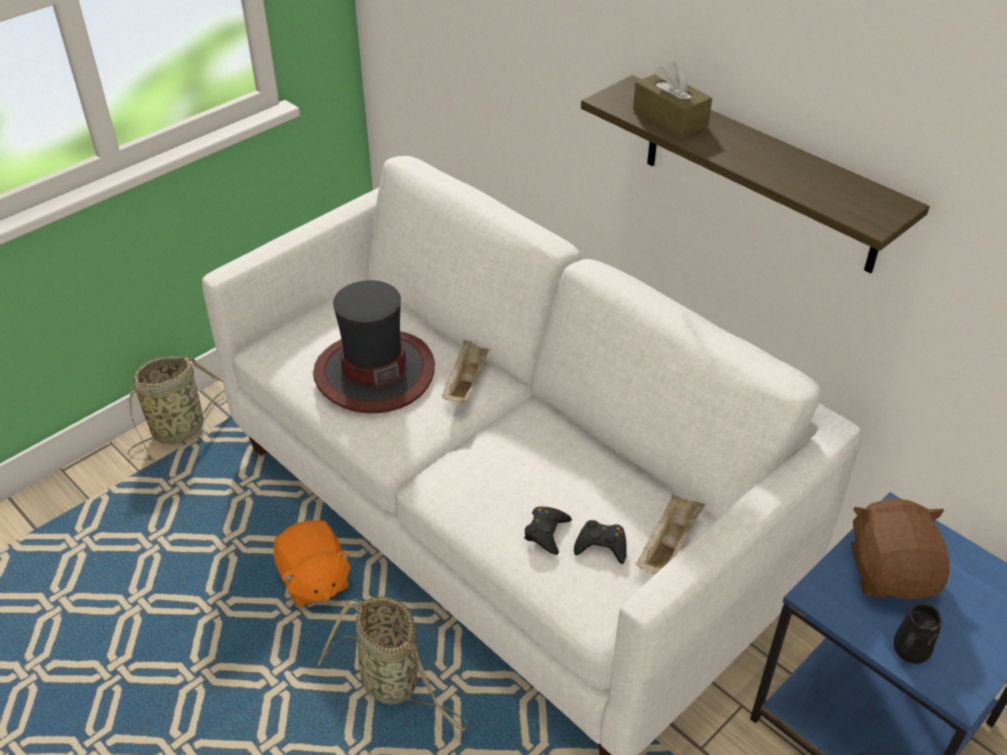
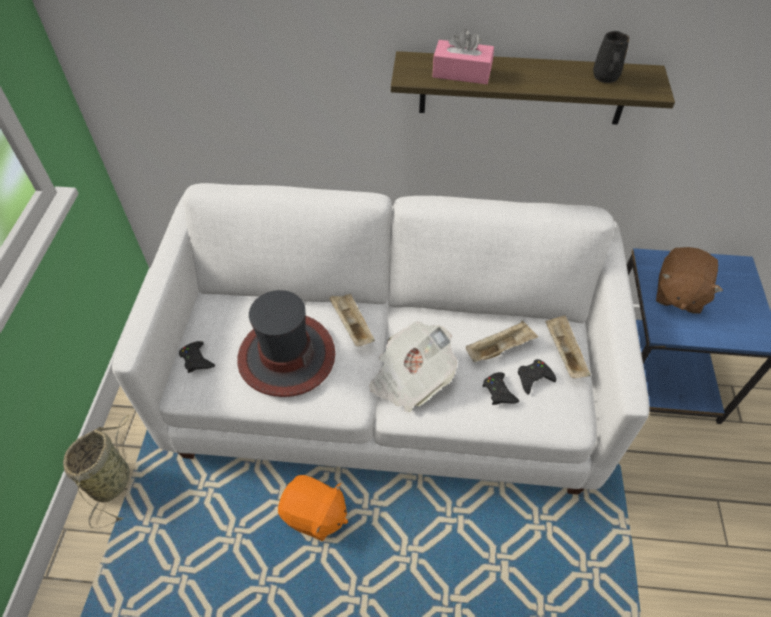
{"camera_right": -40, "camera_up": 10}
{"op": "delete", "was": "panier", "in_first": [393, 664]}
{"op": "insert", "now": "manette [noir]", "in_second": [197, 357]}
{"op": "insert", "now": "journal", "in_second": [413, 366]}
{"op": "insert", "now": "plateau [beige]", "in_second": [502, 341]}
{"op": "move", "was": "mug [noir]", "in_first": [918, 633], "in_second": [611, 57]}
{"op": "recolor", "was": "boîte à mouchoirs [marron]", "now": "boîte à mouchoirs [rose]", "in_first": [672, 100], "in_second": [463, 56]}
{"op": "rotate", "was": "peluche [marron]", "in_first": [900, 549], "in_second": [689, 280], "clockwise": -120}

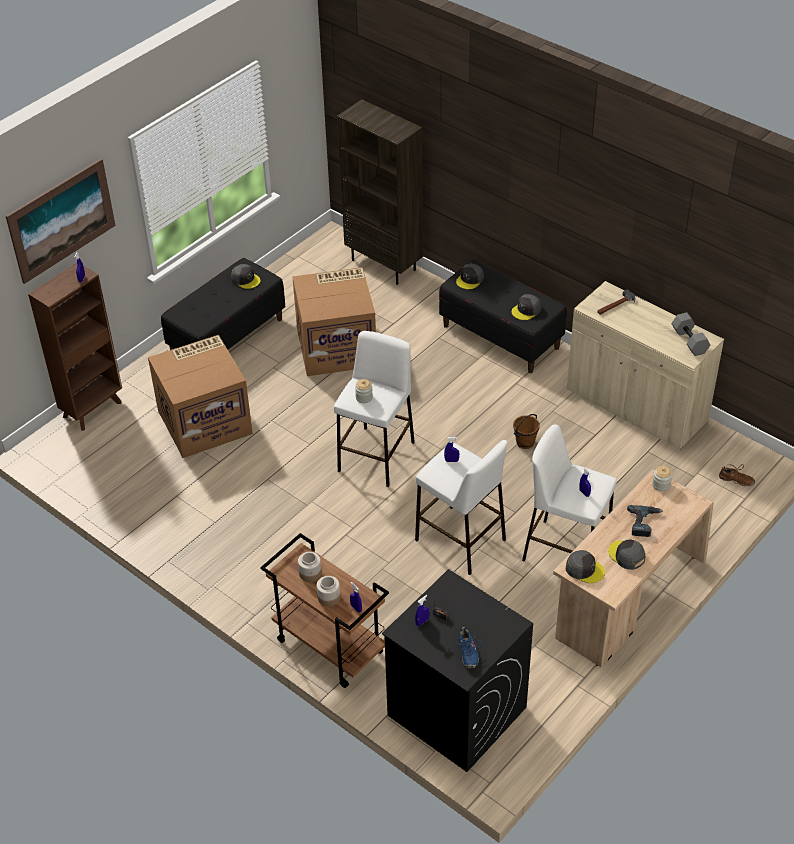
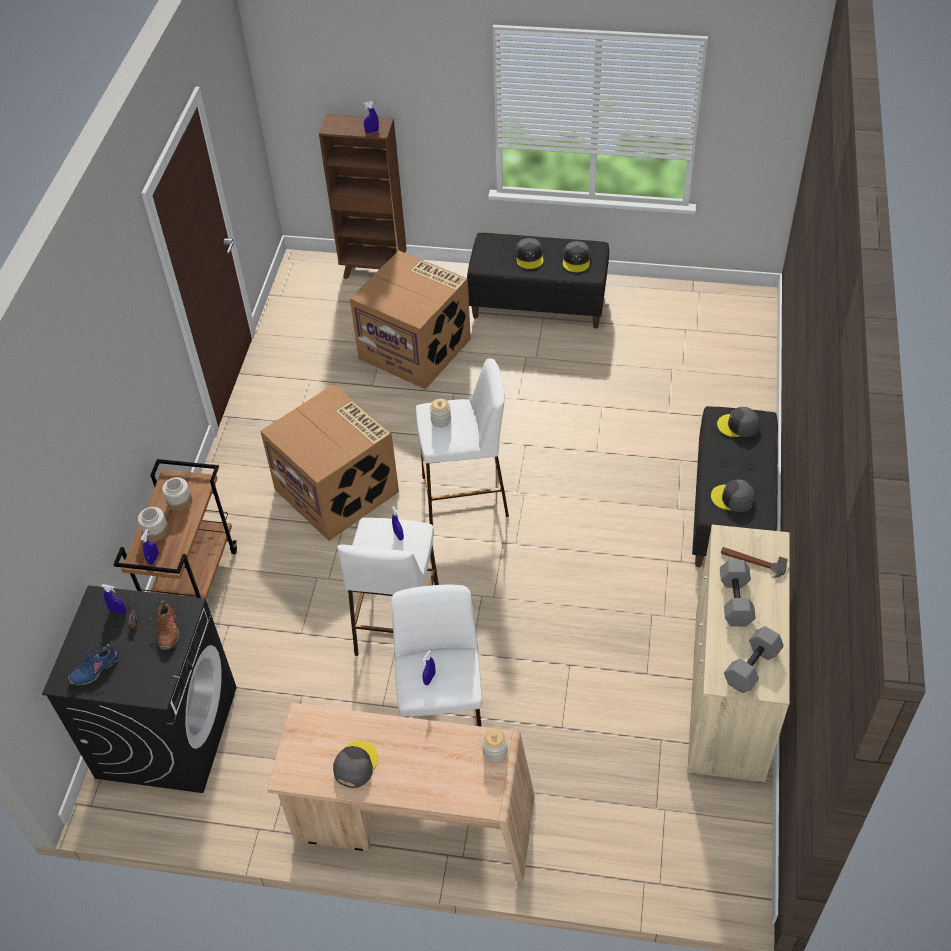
{"camera_right": 60, "camera_up": 5}
{"op": "delete", "was": "tableau", "in_first": [61, 221]}
{"op": "delete", "was": "bibliothèque [marron]", "in_first": [380, 192]}
{"op": "delete", "was": "seau [marron]", "in_first": [526, 431]}
{"op": "delete", "was": "perceuse", "in_first": [645, 521]}
{"op": "insert", "now": "haltère [gris]", "in_second": [738, 593]}
{"op": "move", "was": "carton", "in_first": [334, 321], "in_second": [329, 462]}
{"op": "move", "was": "casquette [gris]", "in_first": [585, 566], "in_second": [529, 253]}
{"op": "move", "was": "chaussure [marron]", "in_first": [737, 475], "in_second": [163, 625]}

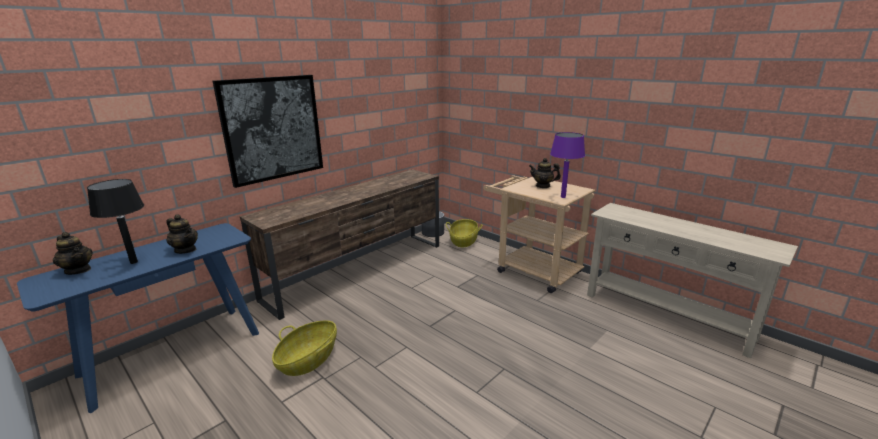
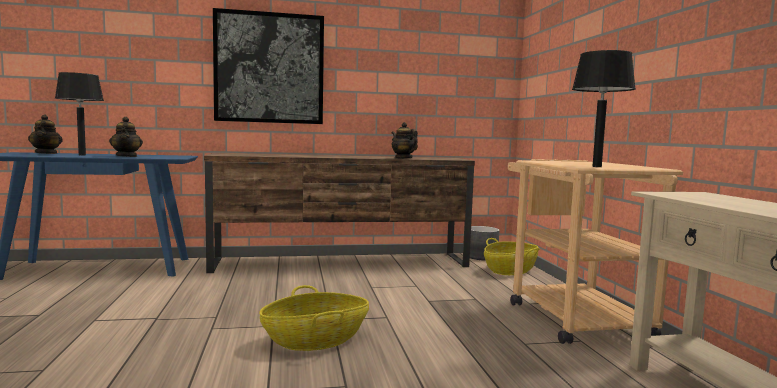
{"camera_right": 35, "camera_up": -15}
{"op": "move", "was": "panier", "in_first": [304, 348], "in_second": [314, 318]}
{"op": "move", "was": "théière", "in_first": [545, 173], "in_second": [405, 140]}
{"op": "recolor", "was": "lampe de table [violet]", "now": "lampe de table [noir]", "in_first": [567, 165], "in_second": [604, 108]}

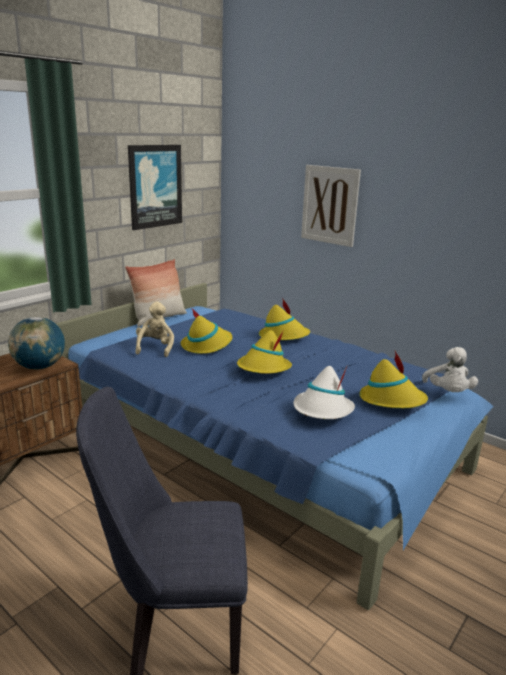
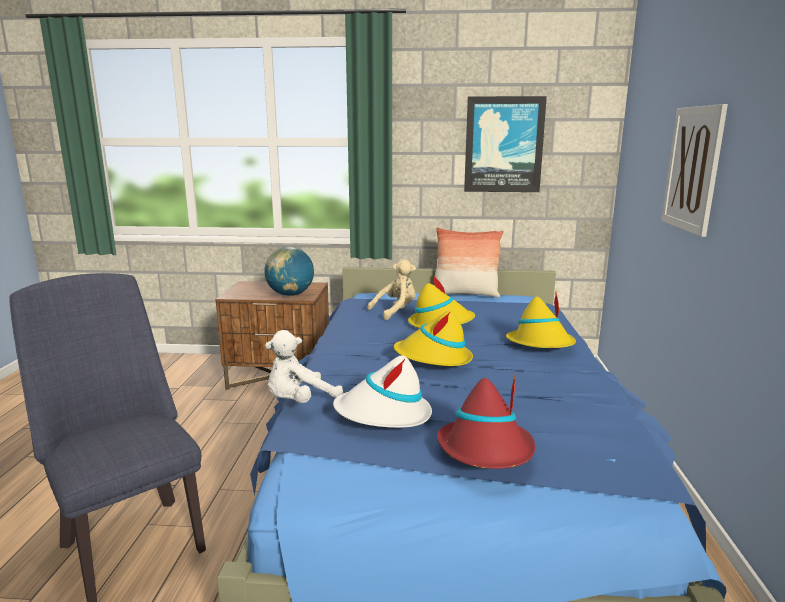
{"camera_right": 55, "camera_up": -5}
{"op": "move", "was": "peluche [blanc]", "in_first": [450, 369], "in_second": [304, 366]}
{"op": "recolor", "was": "chapeau [jaune]", "now": "chapeau [rouge]", "in_first": [394, 379], "in_second": [486, 420]}

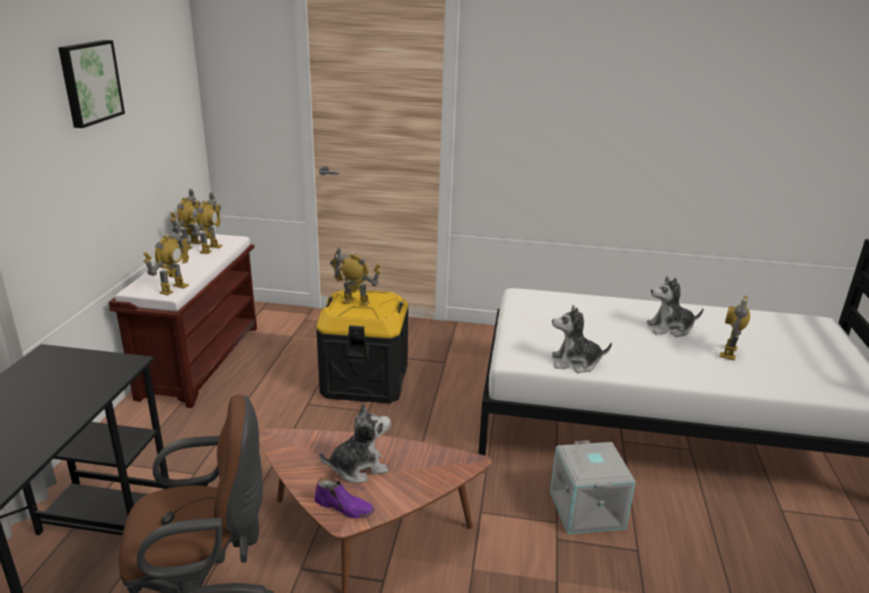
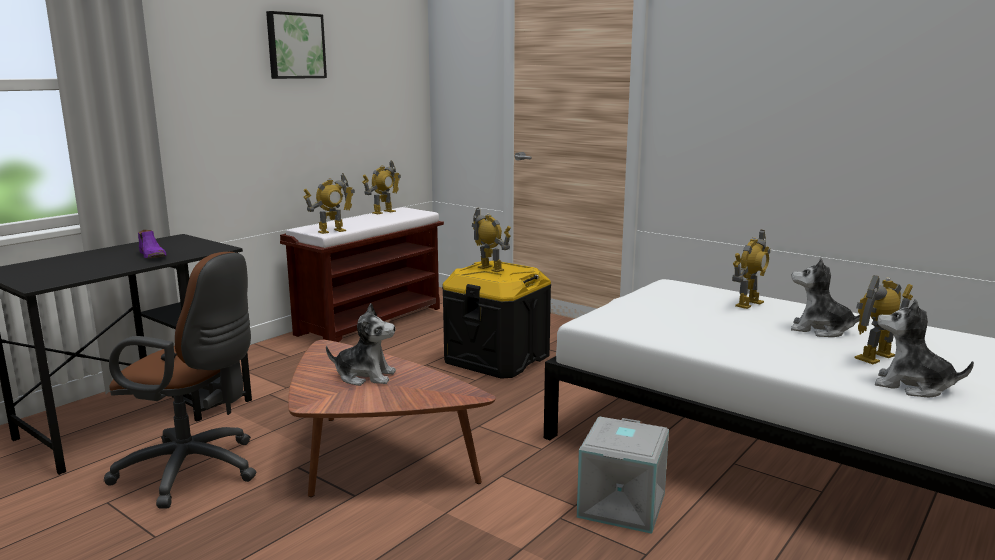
{"camera_right": 30, "camera_up": -10}
{"op": "move", "was": "robot jouet", "in_first": [205, 223], "in_second": [751, 269]}
{"op": "move", "was": "chaussure [violet]", "in_first": [344, 497], "in_second": [152, 244]}
{"op": "move", "was": "peluche", "in_first": [582, 339], "in_second": [924, 348]}

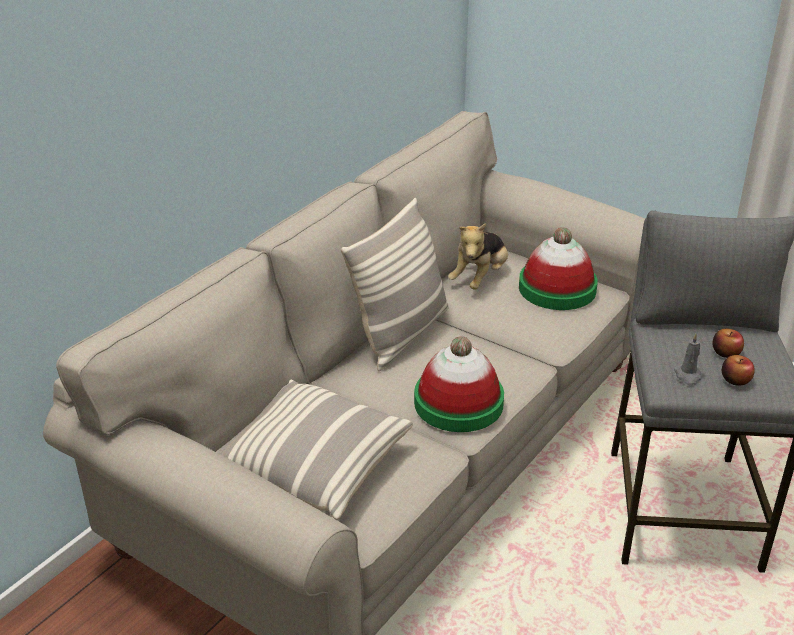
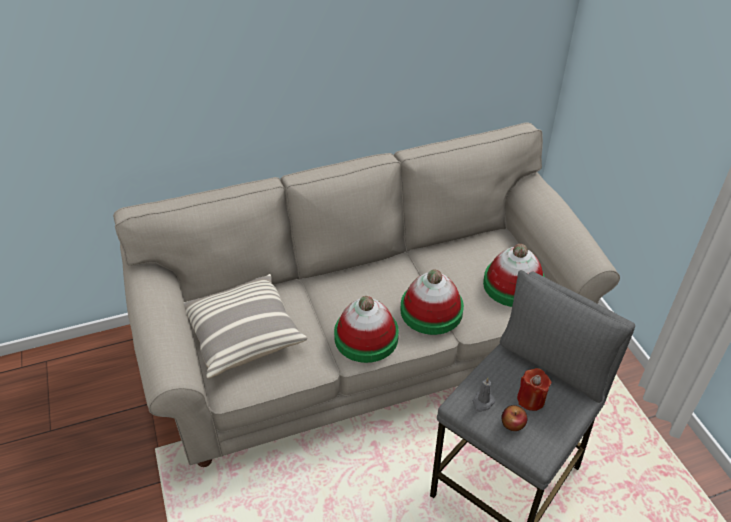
{"camera_right": 35, "camera_up": 10}
{"op": "delete", "was": "coussin", "in_first": [395, 284]}
{"op": "delete", "was": "peluche", "in_first": [478, 256]}
{"op": "insert", "now": "chapeau", "in_second": [432, 302]}
{"op": "replace", "was": "pomme", "now": "bougie [rouge]", "in_first": [728, 343], "in_second": [534, 389]}

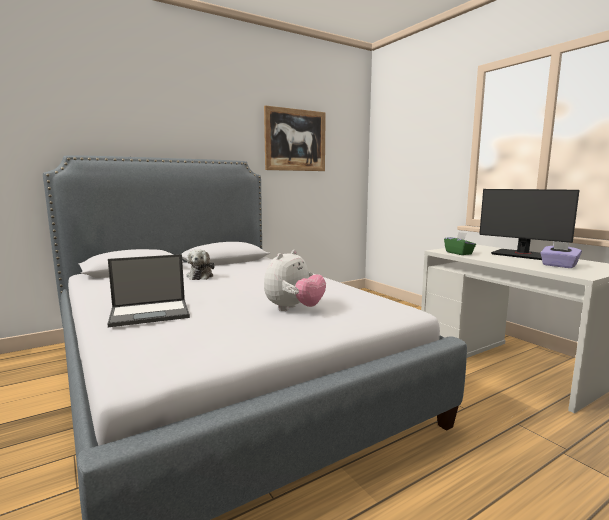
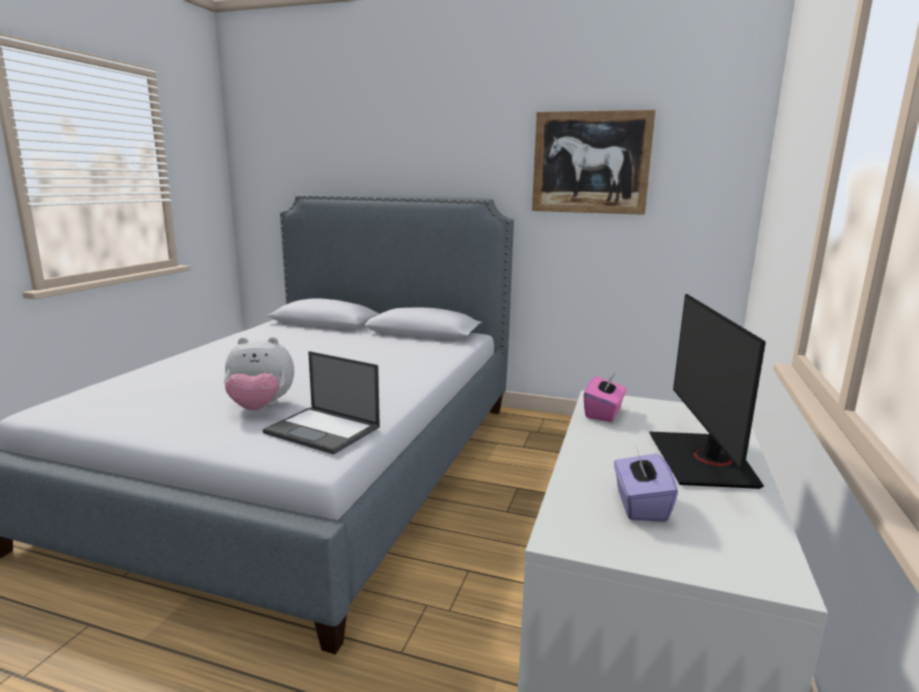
{"camera_right": 50, "camera_up": 5}
{"op": "delete", "was": "peluche", "in_first": [200, 264]}
{"op": "move", "was": "ordinateur portable", "in_first": [148, 290], "in_second": [321, 403]}
{"op": "recolor", "was": "boîte à mouchoirs [vert]", "now": "boîte à mouchoirs [rose]", "in_first": [460, 243], "in_second": [605, 397]}

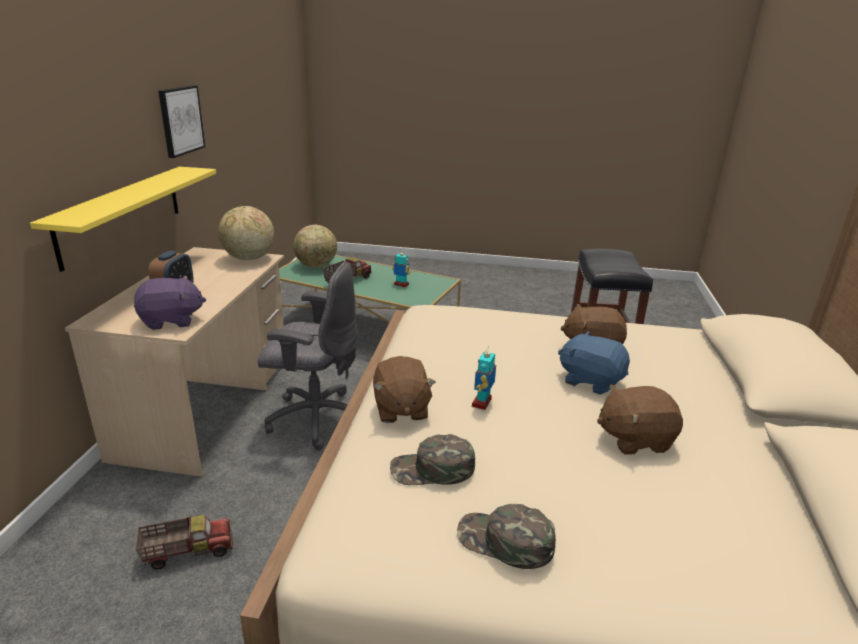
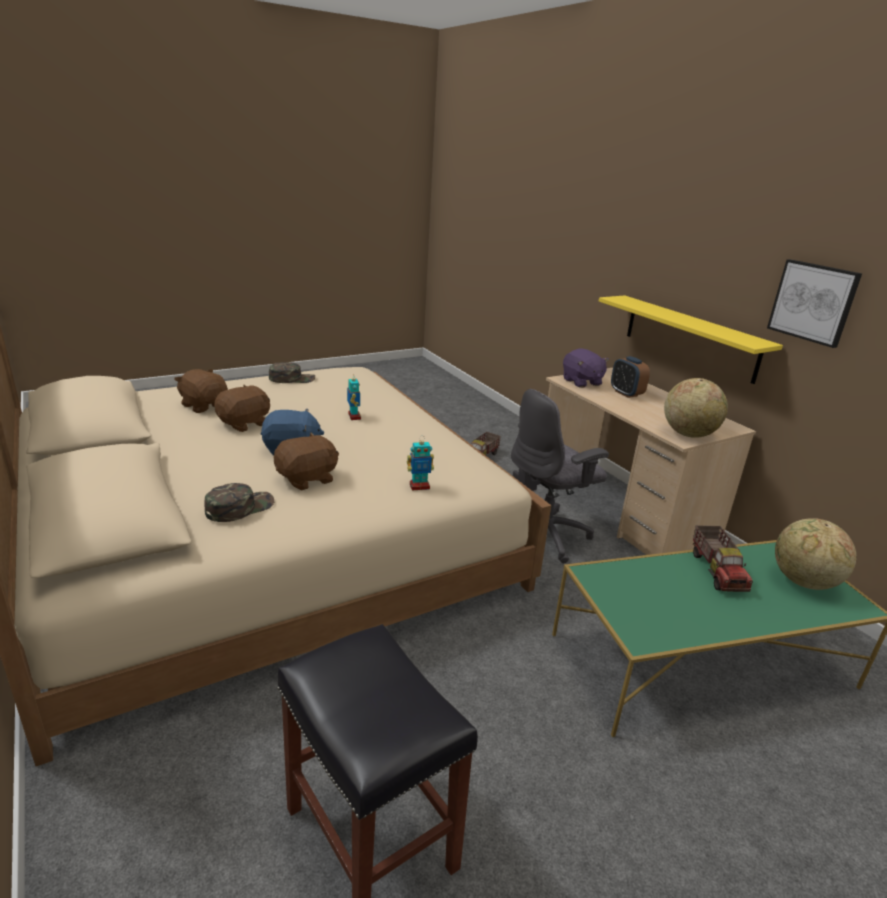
{"camera_right": 140, "camera_up": 0}
{"op": "move", "was": "peluche [marron]", "in_first": [404, 389], "in_second": [201, 391]}
{"op": "move", "was": "casquette [vert]", "in_first": [432, 459], "in_second": [239, 502]}
{"op": "move", "was": "robot jouet", "in_first": [401, 270], "in_second": [420, 463]}
{"op": "rotate", "was": "peluche [violet]", "in_first": [170, 303], "in_second": [586, 368], "clockwise": -60}

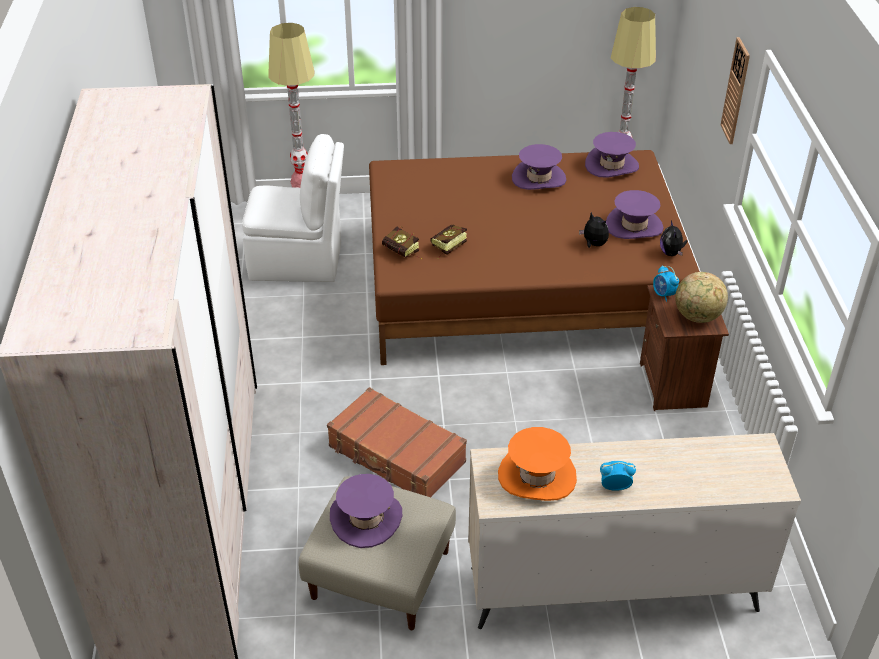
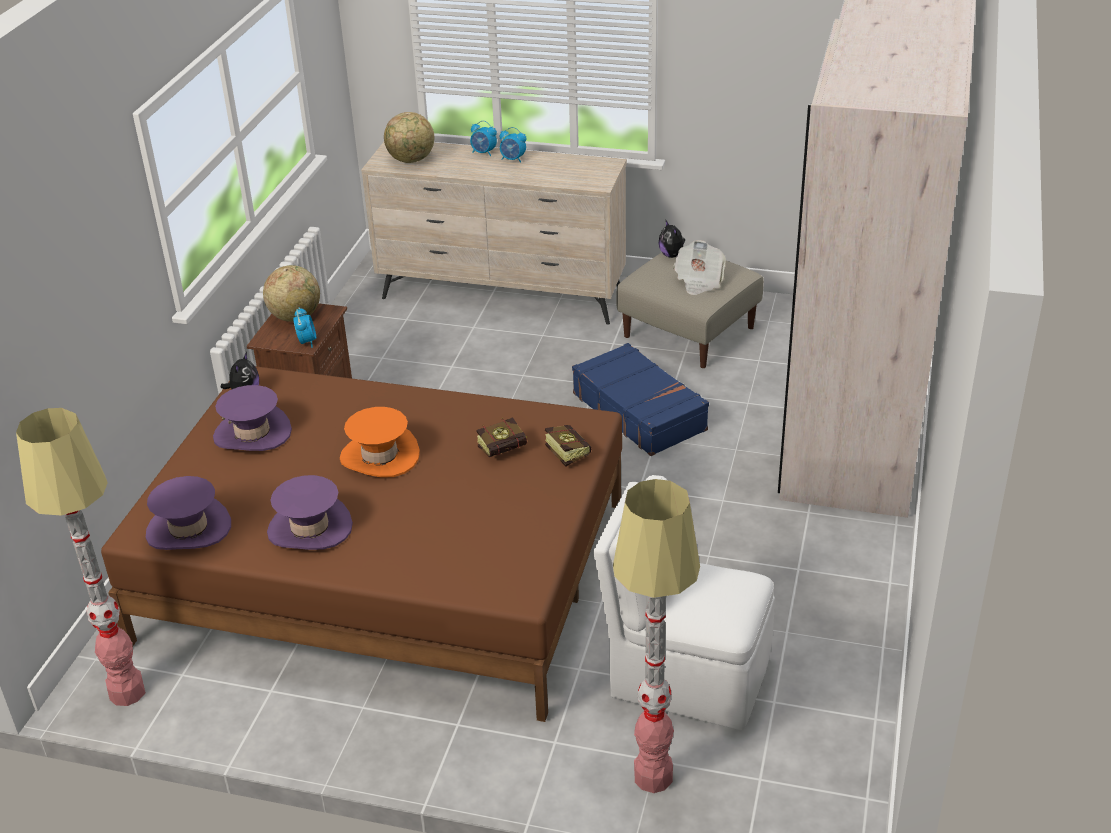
{"camera_right": -160, "camera_up": -5}
{"op": "delete", "was": "horloge murale", "in_first": [735, 90]}
{"op": "insert", "now": "globe", "in_second": [409, 137]}
{"op": "insert", "now": "réveil", "in_second": [483, 138]}
{"op": "move", "was": "chapeau [orange]", "in_first": [537, 464], "in_second": [380, 442]}
{"op": "move", "was": "peluche", "in_first": [594, 230], "in_second": [672, 238]}
{"op": "replace", "was": "chapeau [violet]", "now": "journal", "in_first": [366, 511], "in_second": [699, 267]}
{"op": "recolor", "was": "valise [marron]", "now": "valise [bleu]", "in_first": [397, 442], "in_second": [640, 399]}

